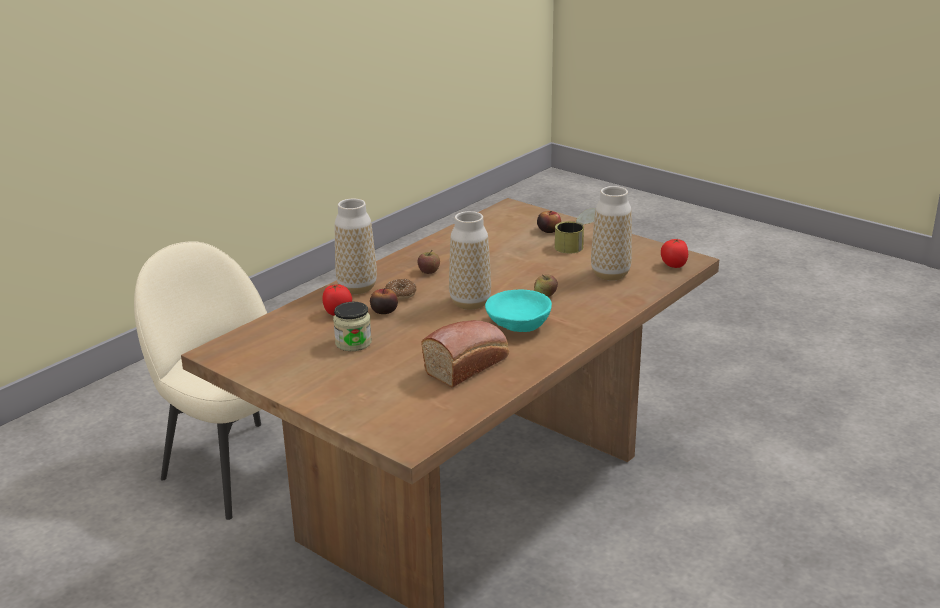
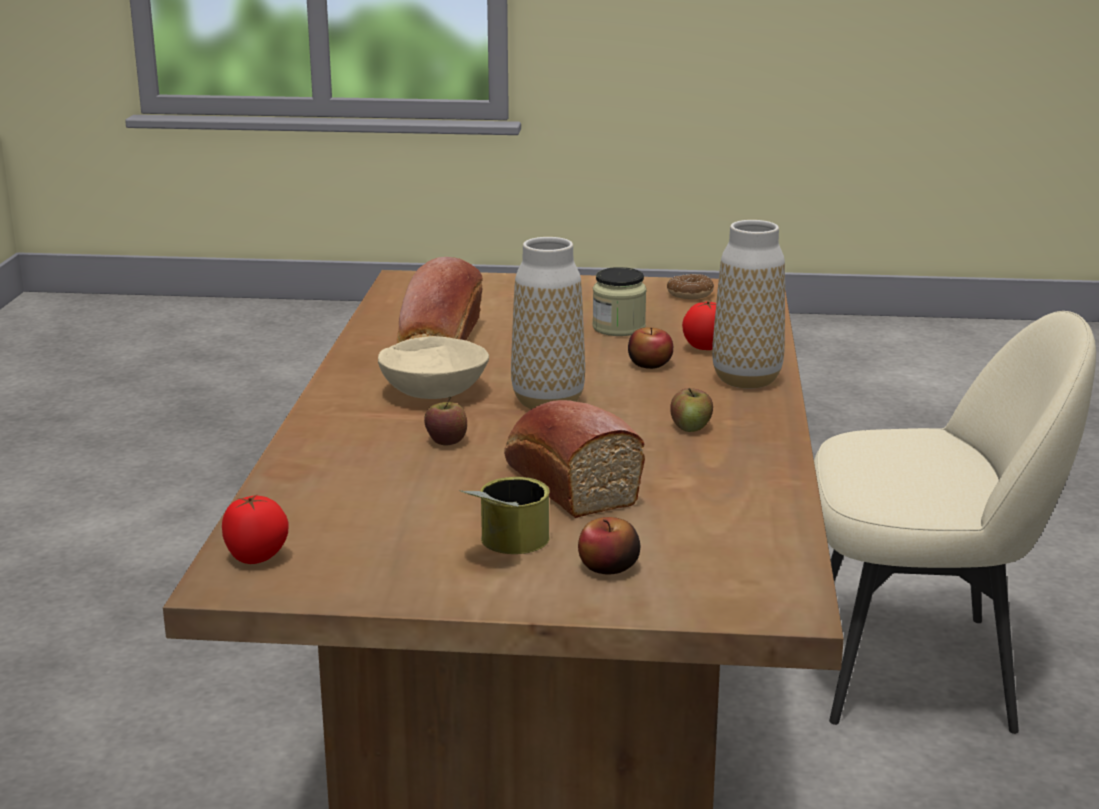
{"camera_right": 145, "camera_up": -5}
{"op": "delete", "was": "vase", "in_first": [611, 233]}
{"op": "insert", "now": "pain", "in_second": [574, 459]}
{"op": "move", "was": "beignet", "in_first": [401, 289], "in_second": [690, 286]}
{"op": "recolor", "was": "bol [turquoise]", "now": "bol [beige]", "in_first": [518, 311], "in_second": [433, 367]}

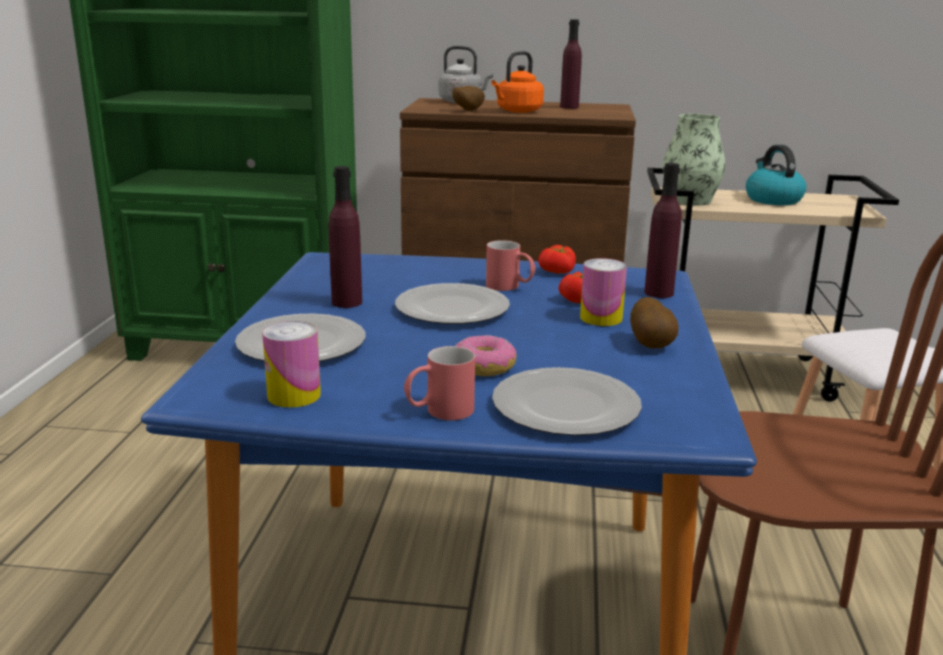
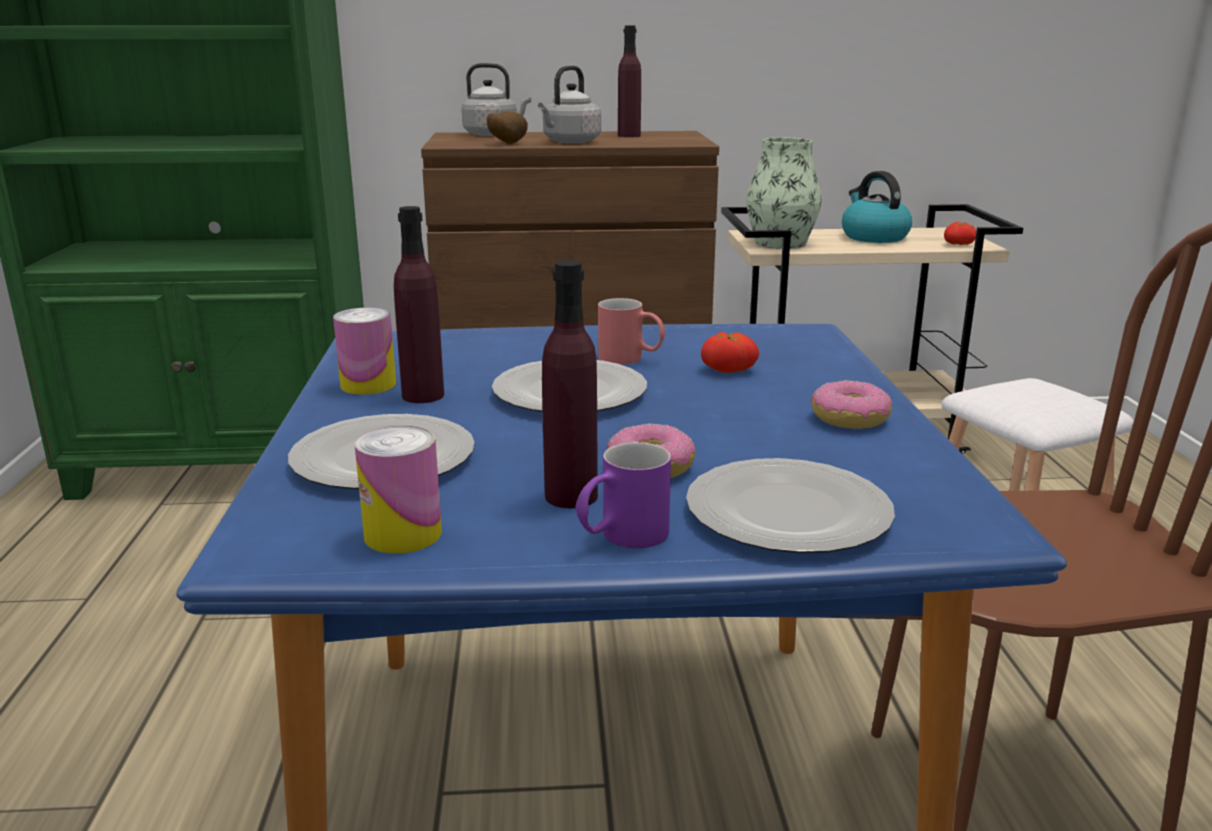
{"camera_right": -10, "camera_up": 0}
{"op": "move", "was": "tomate", "in_first": [557, 259], "in_second": [960, 233]}
{"op": "move", "was": "boîte métallique", "in_first": [603, 292], "in_second": [364, 351]}
{"op": "move", "was": "bouteille [violet]", "in_first": [663, 230], "in_second": [570, 384]}
{"op": "replace", "was": "pomme de terre", "now": "beignet", "in_first": [654, 322], "in_second": [851, 404]}
{"op": "recolor", "was": "mug [rouge]", "now": "mug [violet]", "in_first": [439, 383], "in_second": [623, 495]}
{"op": "recolor", "was": "bouilloire [orange]", "now": "bouilloire [gris]", "in_first": [517, 82], "in_second": [569, 104]}

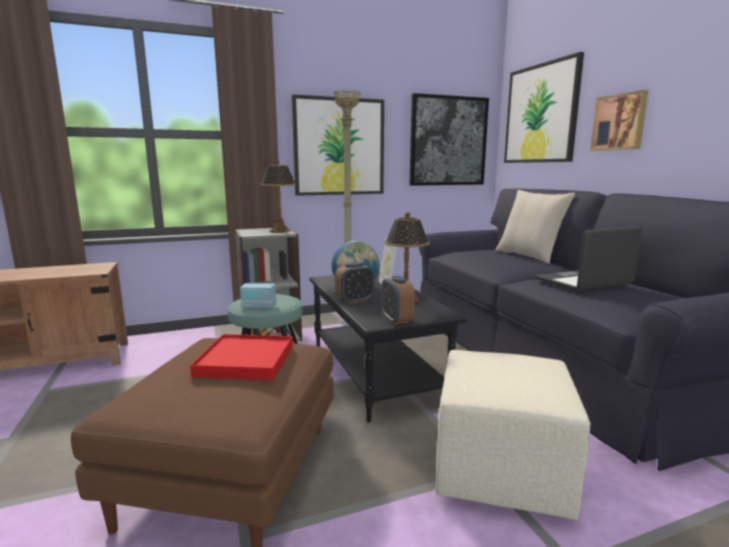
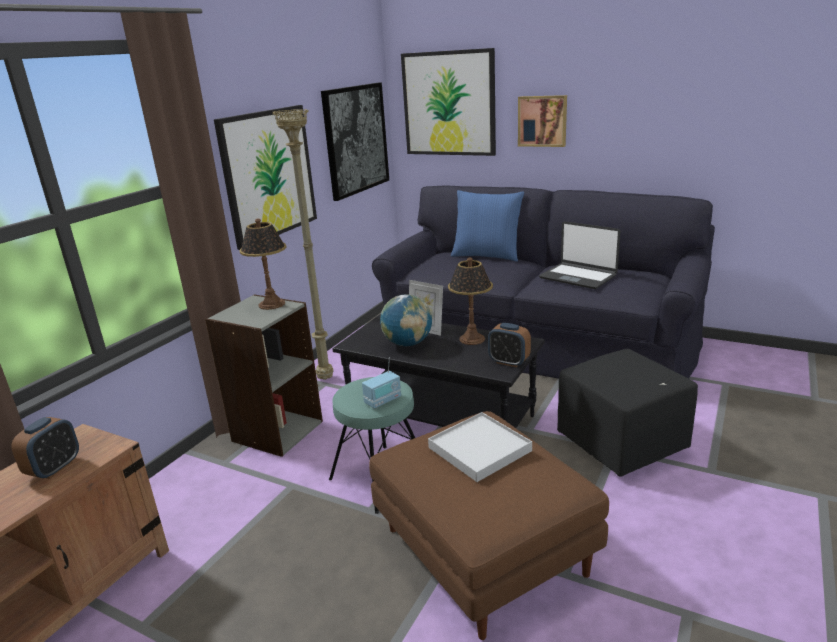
{"camera_right": -40, "camera_up": 10}
{"op": "move", "was": "réveil", "in_first": [355, 283], "in_second": [45, 448]}
{"op": "recolor", "was": "plateau [rouge]", "now": "plateau [blanc]", "in_first": [241, 357], "in_second": [480, 447]}
{"op": "recolor", "was": "pouf [beige]", "now": "pouf [noir]", "in_first": [512, 435], "in_second": [627, 413]}
{"op": "recolor", "was": "coussin [beige]", "now": "coussin [bleu]", "in_first": [535, 227], "in_second": [487, 226]}
{"op": "rotate", "was": "ordinateur portable", "in_first": [588, 258], "in_second": [579, 255], "clockwise": -75}

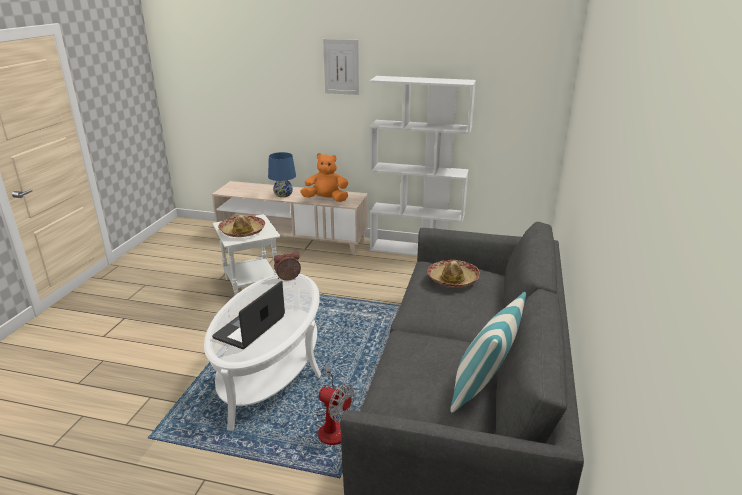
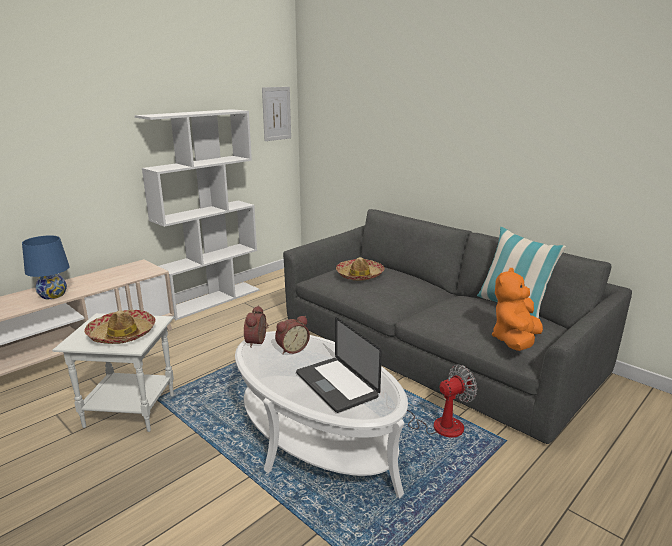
{"camera_right": -60, "camera_up": -5}
{"op": "insert", "now": "réveil", "in_second": [292, 335]}
{"op": "move", "was": "peluche [orange]", "in_first": [324, 177], "in_second": [517, 309]}
{"op": "move", "was": "tableau", "in_first": [341, 67], "in_second": [276, 114]}

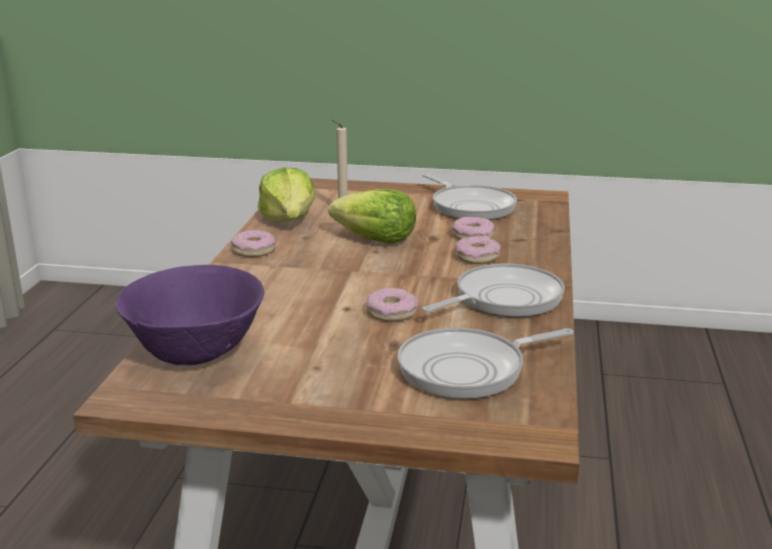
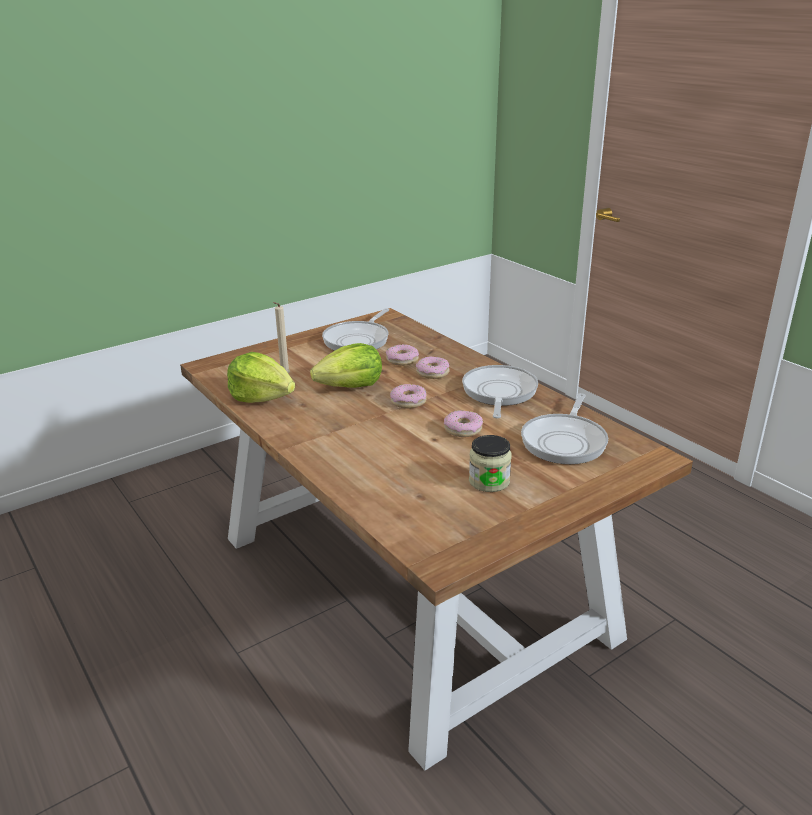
{"camera_right": -45, "camera_up": 5}
{"op": "delete", "was": "bol [violet]", "in_first": [190, 315]}
{"op": "insert", "now": "bocal", "in_second": [490, 463]}
{"op": "move", "was": "beignet", "in_first": [253, 243], "in_second": [408, 396]}
{"op": "rotate", "was": "poêle", "in_first": [469, 196], "in_second": [355, 329], "clockwise": 105}

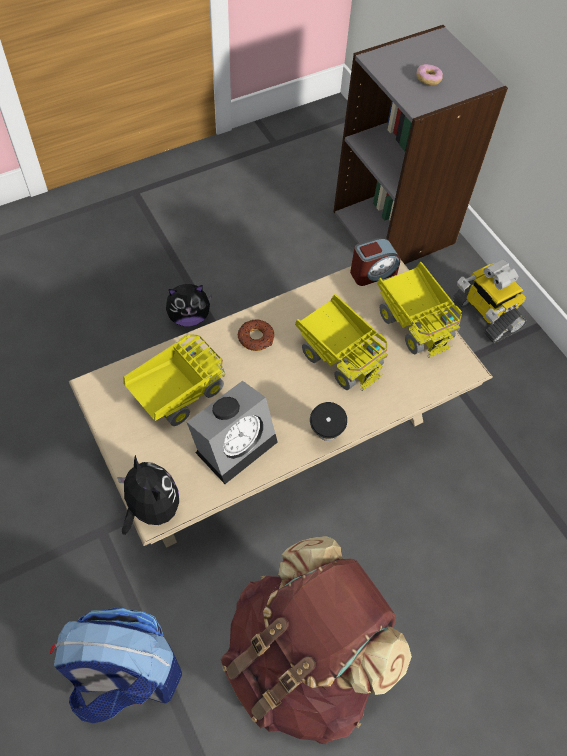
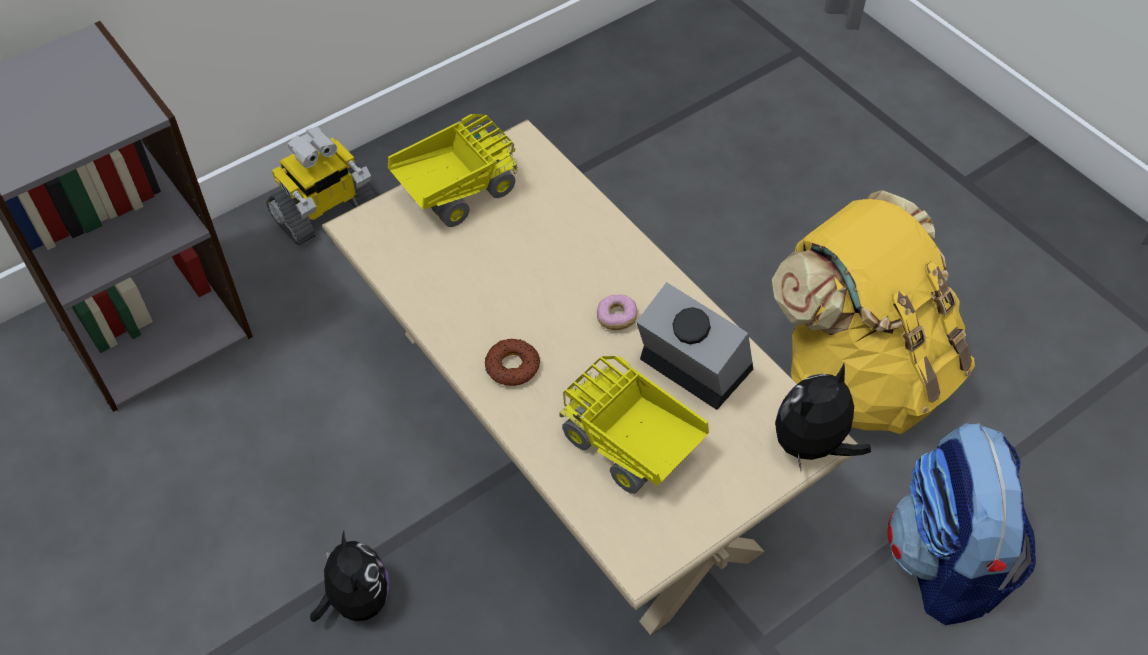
{"camera_right": -95, "camera_up": -5}
{"op": "delete", "was": "camion jouet", "in_first": [341, 342]}
{"op": "delete", "was": "tasse", "in_first": [328, 421]}
{"op": "delete", "was": "réveil", "in_first": [375, 262]}
{"op": "move", "was": "beignet", "in_first": [430, 74], "in_second": [617, 312]}
{"op": "recolor", "was": "sac à dos [marron]", "now": "sac à dos [jaune]", "in_first": [316, 640], "in_second": [873, 312]}

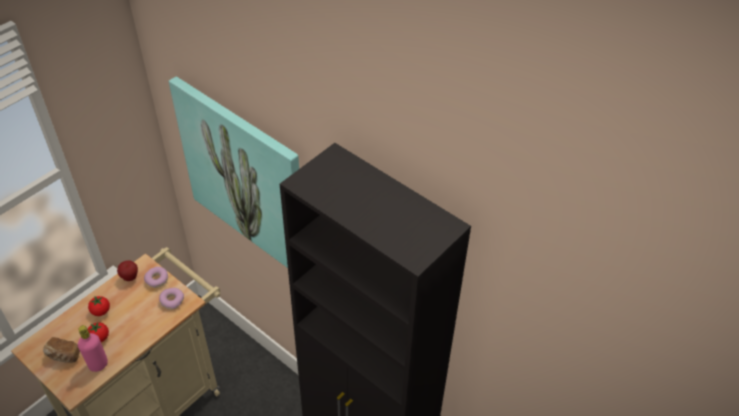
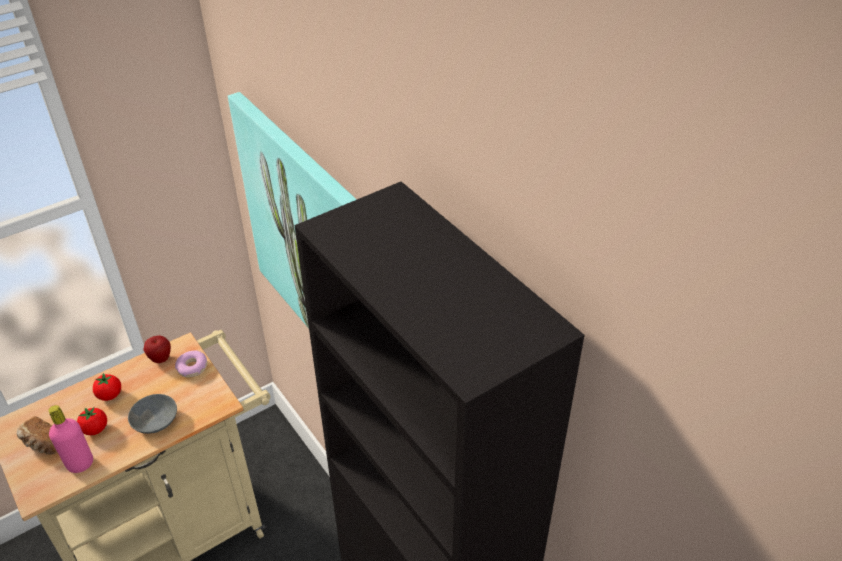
{"camera_right": 15, "camera_up": -5}
{"op": "delete", "was": "beignet", "in_first": [171, 299]}
{"op": "insert", "now": "bol [gris]", "in_second": [152, 414]}

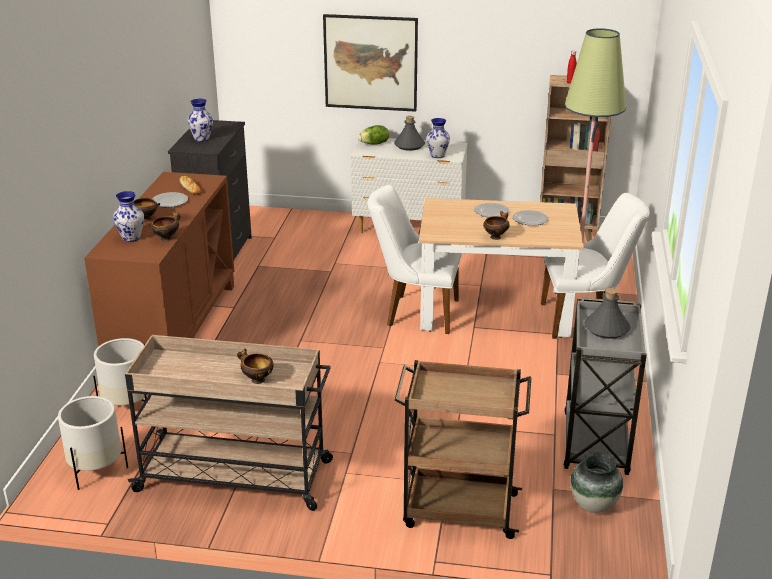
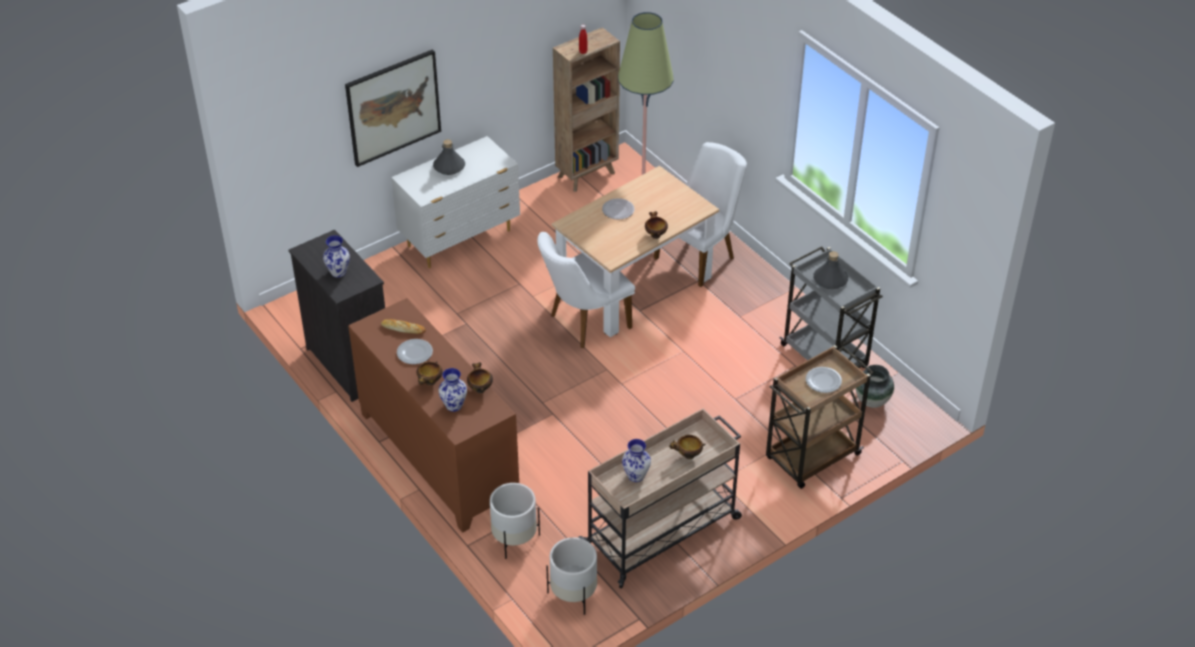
{"camera_right": -45, "camera_up": 15}
{"op": "delete", "was": "laitue", "in_first": [373, 134]}
{"op": "move", "was": "vase", "in_first": [438, 138], "in_second": [636, 460]}
{"op": "move", "was": "assiette", "in_first": [530, 218], "in_second": [824, 380]}

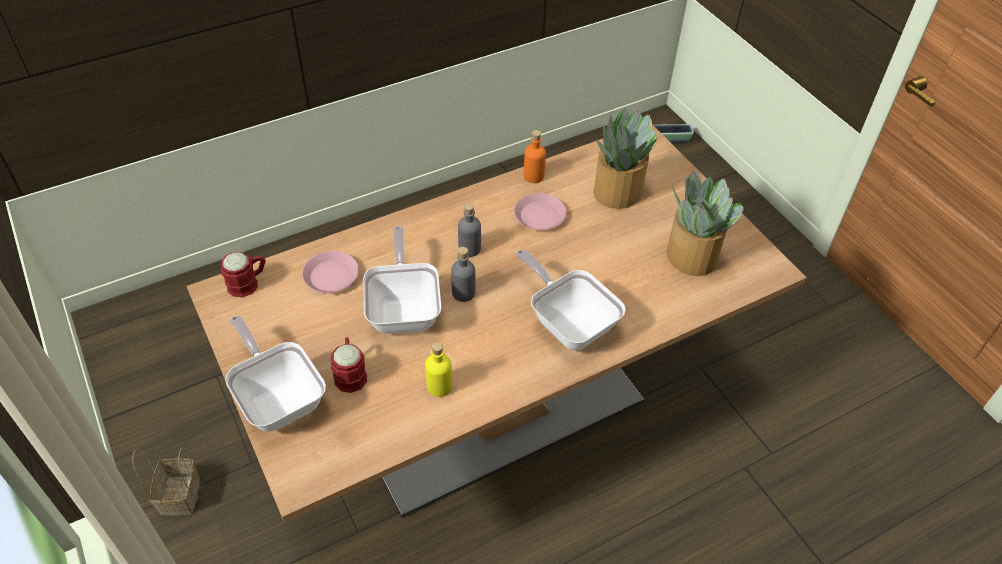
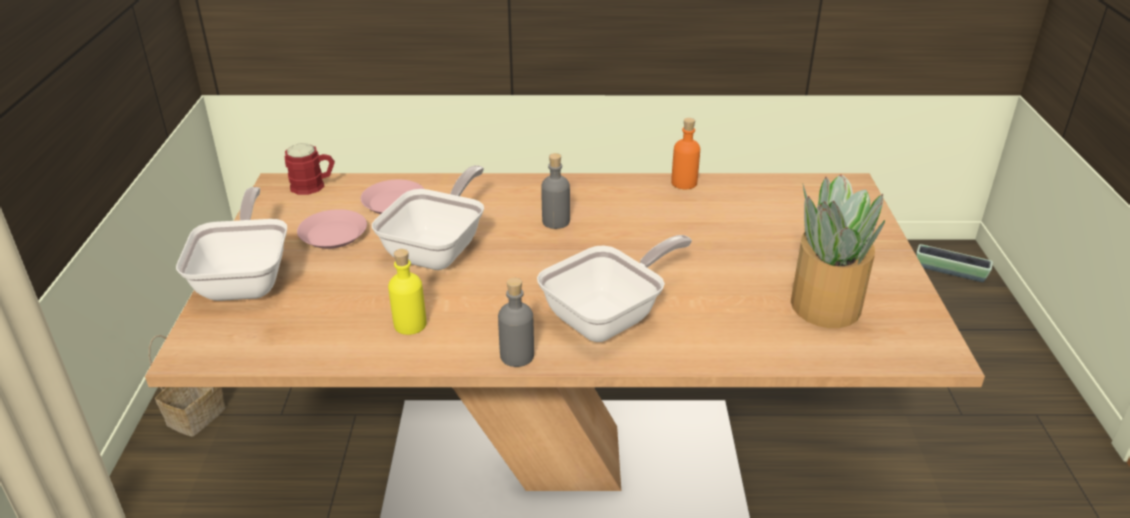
{"camera_right": 30, "camera_up": -15}
{"op": "delete", "was": "mug [rouge]", "in_first": [349, 365]}
{"op": "delete", "was": "plante en pot", "in_first": [625, 158]}
{"op": "move", "was": "bouteille [gris]", "in_first": [463, 274], "in_second": [516, 322]}
{"op": "move", "was": "assiette [rose]", "in_first": [540, 211], "in_second": [332, 229]}
{"op": "rotate", "was": "poêle", "in_first": [570, 300], "in_second": [614, 288], "clockwise": 60}

